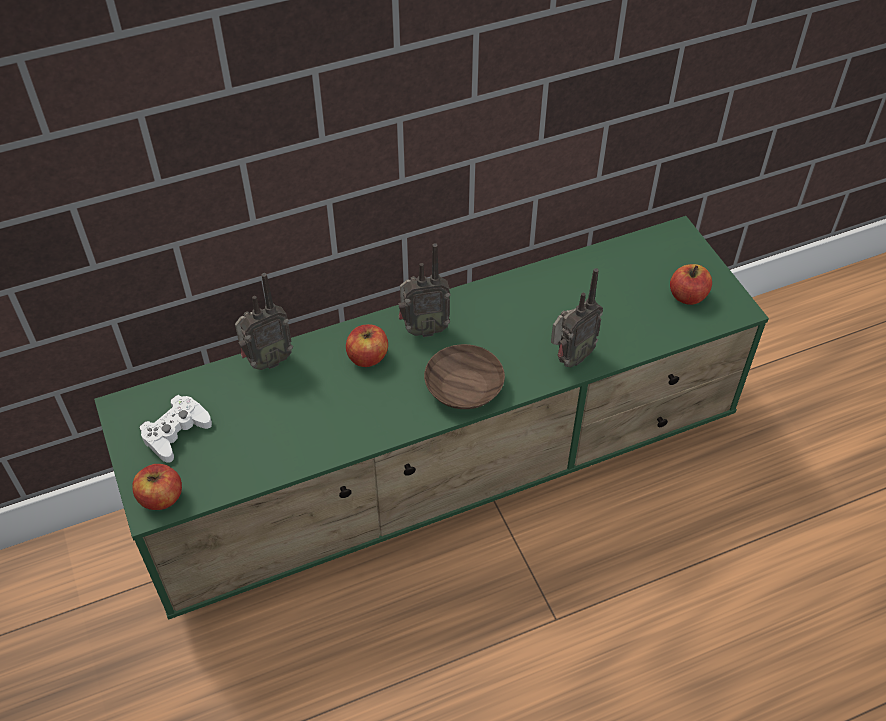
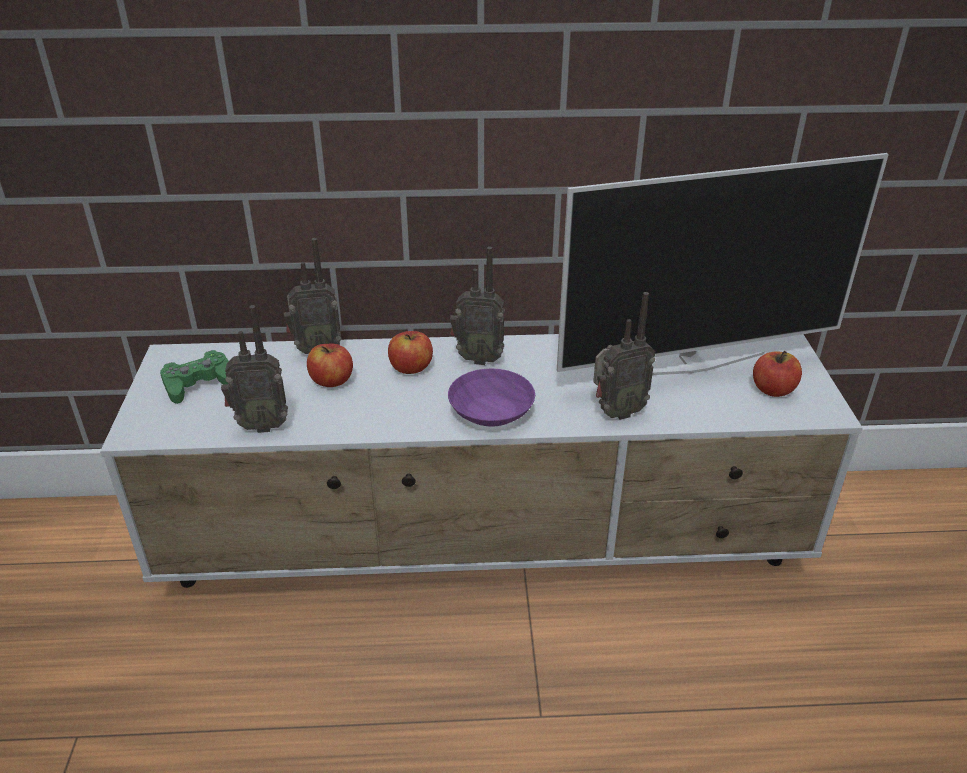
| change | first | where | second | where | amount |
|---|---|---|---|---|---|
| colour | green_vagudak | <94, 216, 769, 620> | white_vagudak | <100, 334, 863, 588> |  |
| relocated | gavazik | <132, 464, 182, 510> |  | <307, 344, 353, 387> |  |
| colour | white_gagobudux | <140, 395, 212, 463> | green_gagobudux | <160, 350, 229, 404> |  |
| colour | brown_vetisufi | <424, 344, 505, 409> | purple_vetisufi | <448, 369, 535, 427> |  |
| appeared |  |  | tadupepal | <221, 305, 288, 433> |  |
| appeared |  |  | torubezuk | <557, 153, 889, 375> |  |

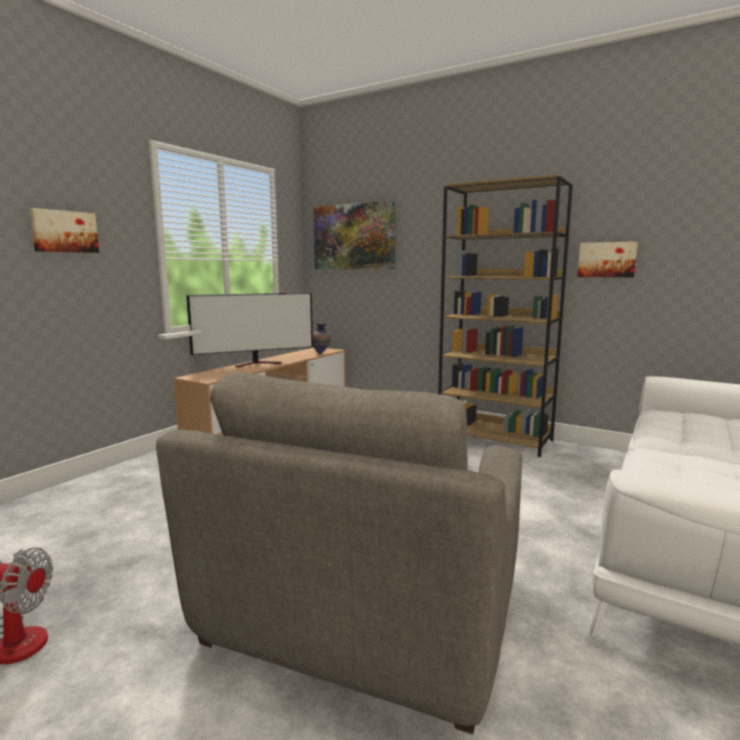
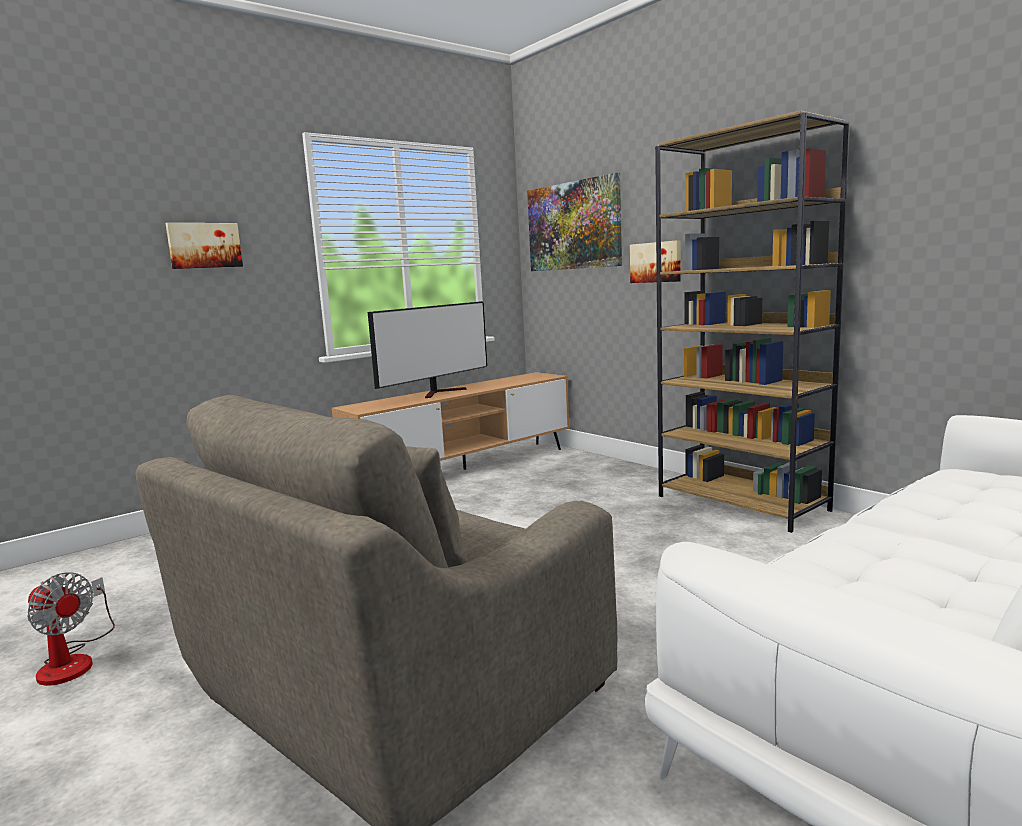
| change | first | where | second | where | amount |
|---|---|---|---|---|---|
| spun | torubezuk | <186, 292, 313, 367> |  | <368, 301, 487, 398> | 45 degrees counterclockwise |
| missing | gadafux | <313, 323, 331, 354> |  |  |  |
| relocated | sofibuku | <577, 242, 638, 277> |  | <630, 240, 681, 283> |  |

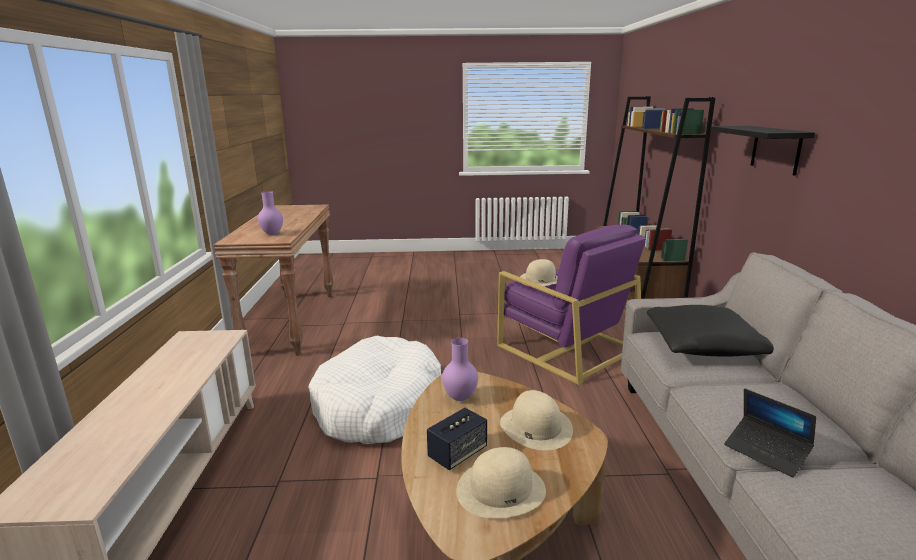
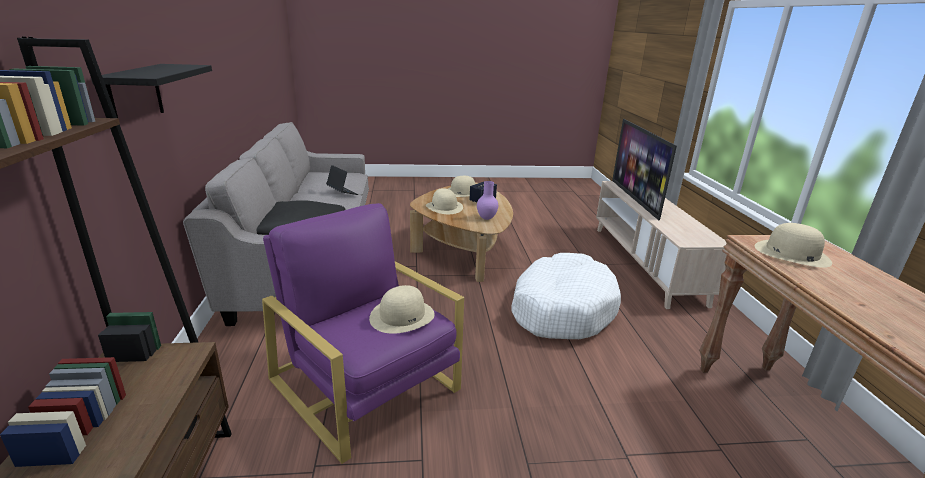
| change | first | where | second | where | amount |
|---|---|---|---|---|---|
| exchanged | purple_gadafux | <258, 191, 283, 235> | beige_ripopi | <755, 223, 832, 268> |  |
| appeared |  |  | torubezuk | <612, 119, 677, 220> |  |

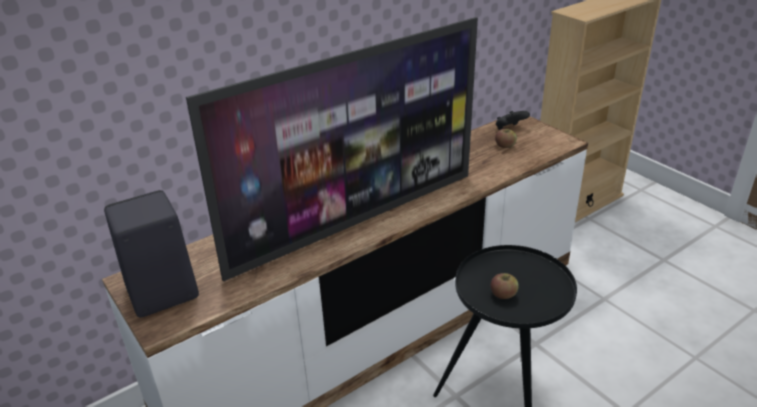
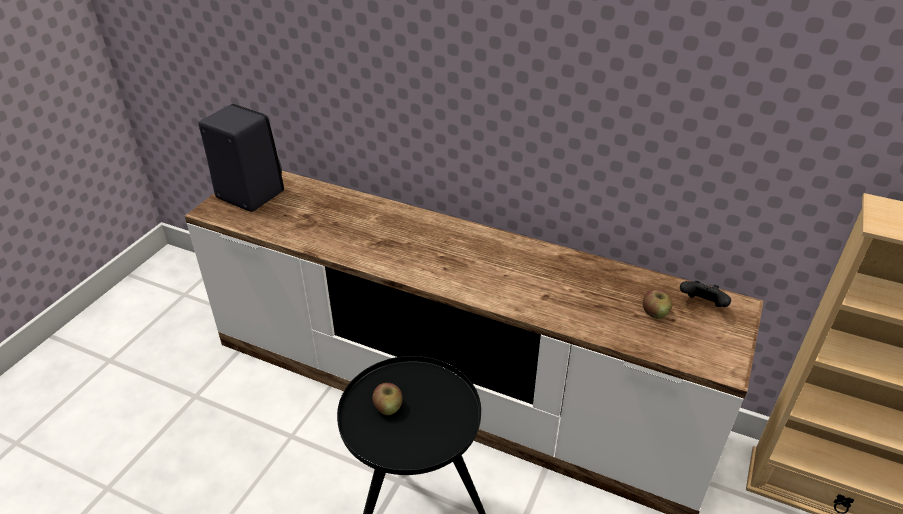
| change | first | where | second | where | amount |
|---|---|---|---|---|---|
| missing | torubezuk | <186, 17, 478, 282> |  |  |  |

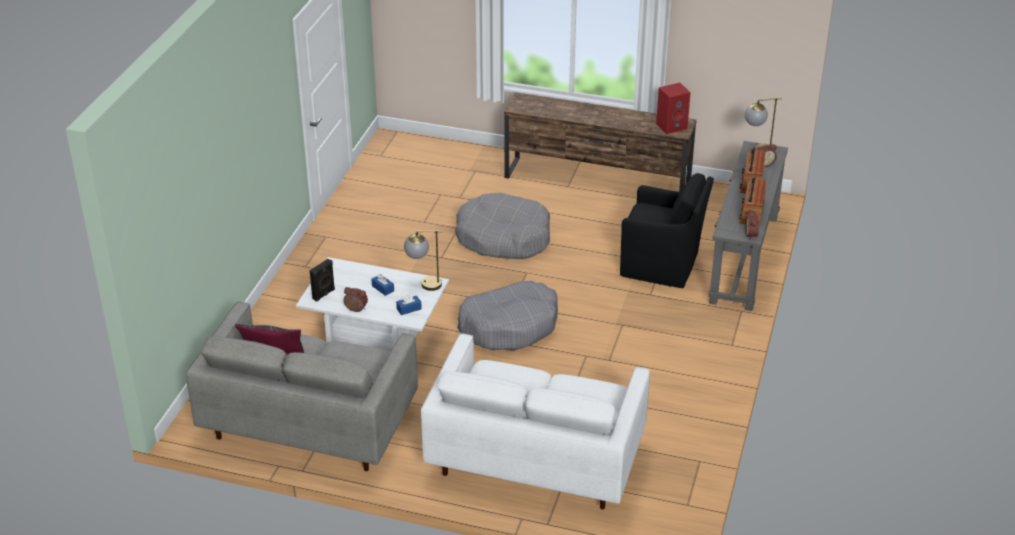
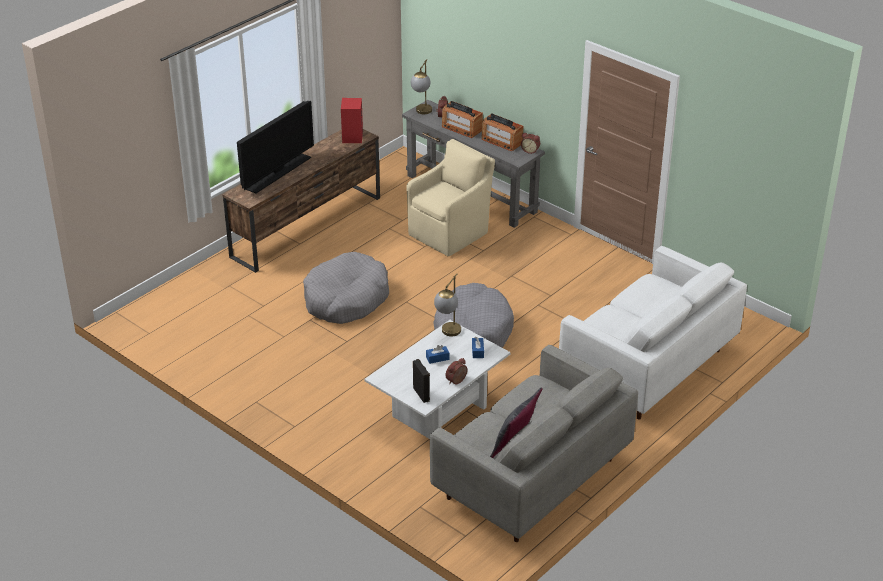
| change | first | where | second | where | amount |
|---|---|---|---|---|---|
| colour | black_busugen | <620, 173, 714, 288> | beige_busugen | <406, 139, 495, 257> |  |
| appeared |  |  | torubezuk | <237, 101, 314, 193> |  |

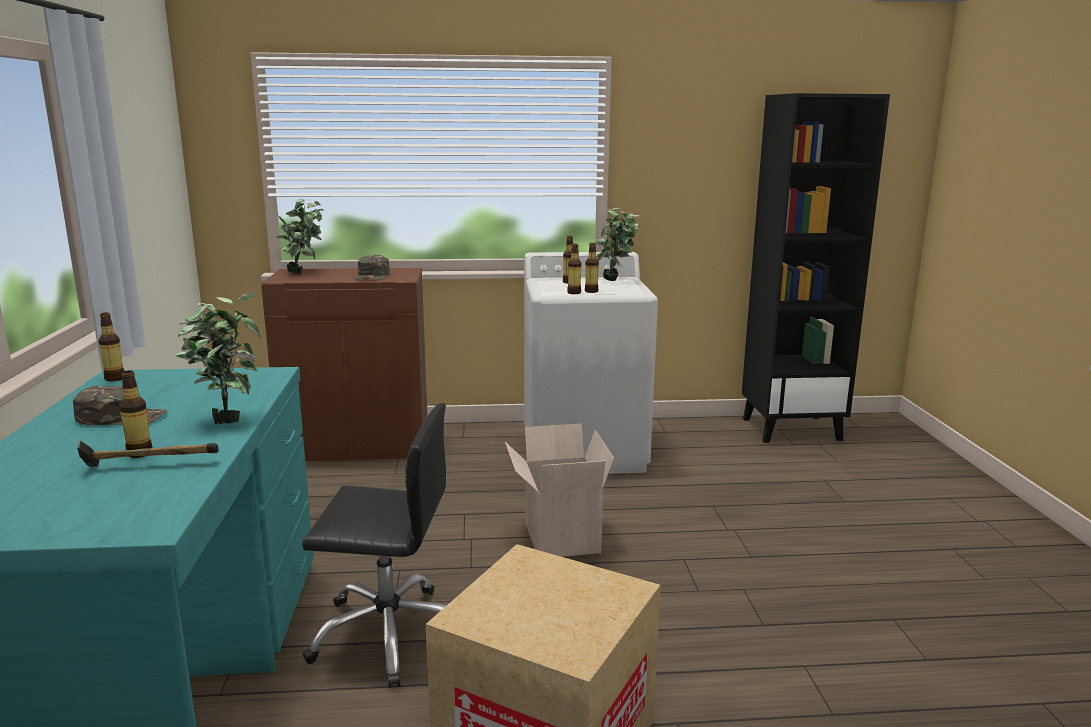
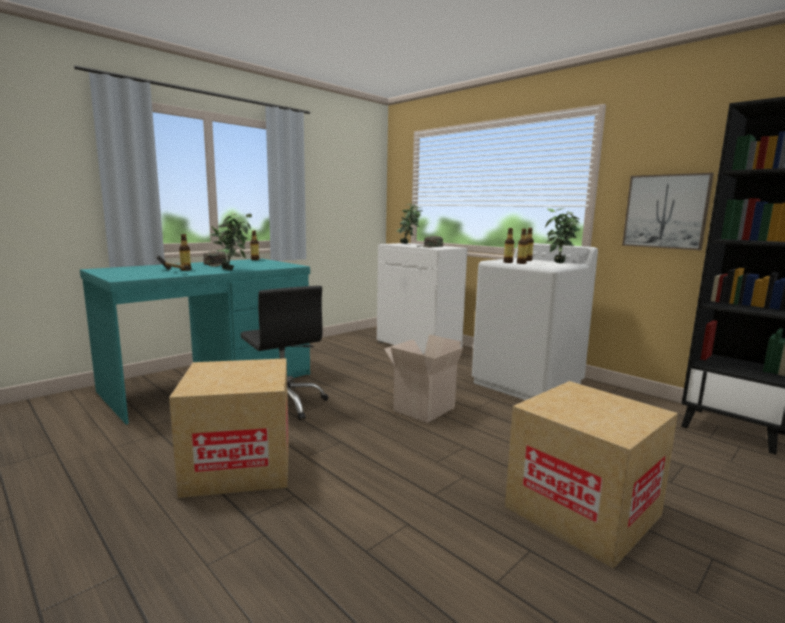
| change | first | where | second | where | amount |
|---|---|---|---|---|---|
| colour | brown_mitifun | <261, 268, 427, 461> | white_mitifun | <377, 243, 467, 354> |  |
| appeared |  |  | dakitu | <505, 381, 678, 569> |  |
| appeared |  |  | sofibuku | <622, 173, 714, 250> |  |

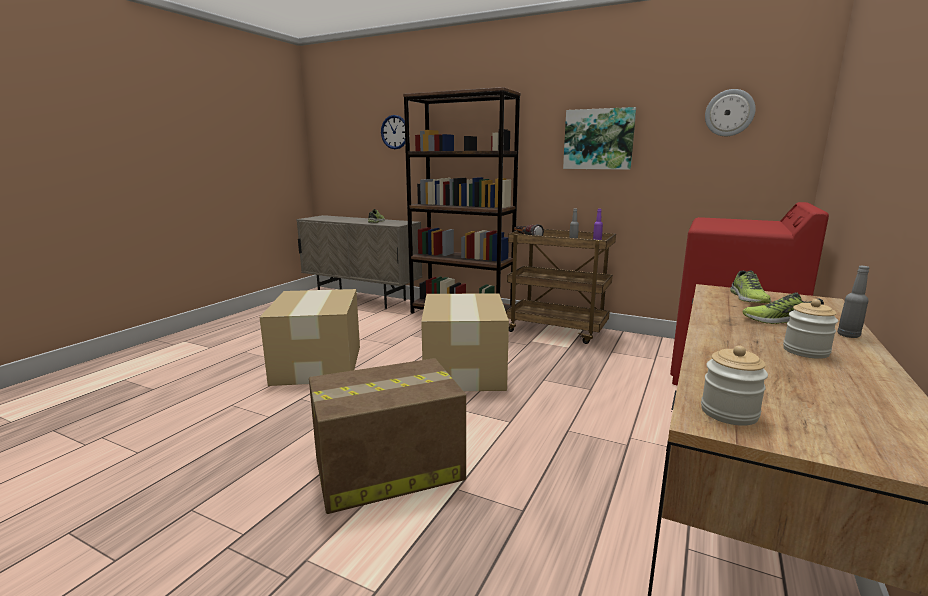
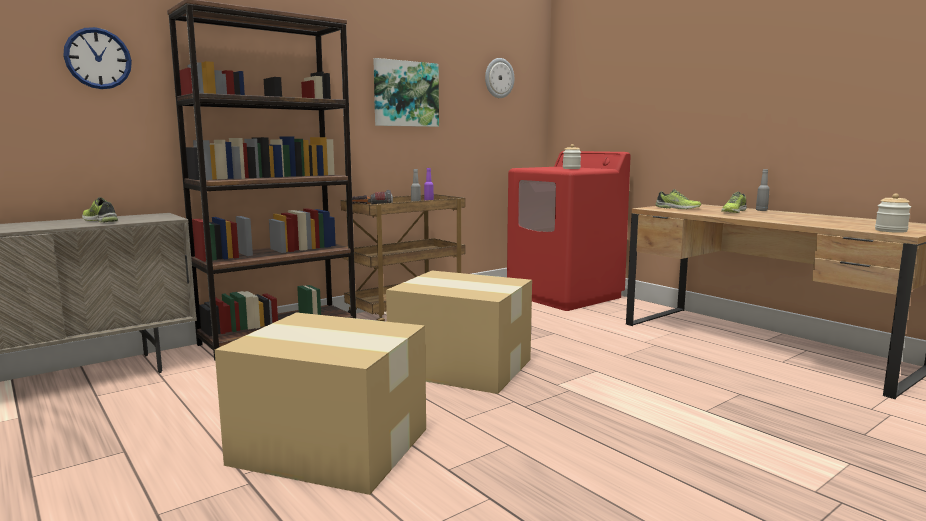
| change | first | where | second | where | amount |
|---|---|---|---|---|---|
| missing | dakitu | <309, 358, 466, 514> |  |  |  |
| relocated | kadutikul | <783, 299, 838, 359> |  | <563, 144, 581, 169> |  |

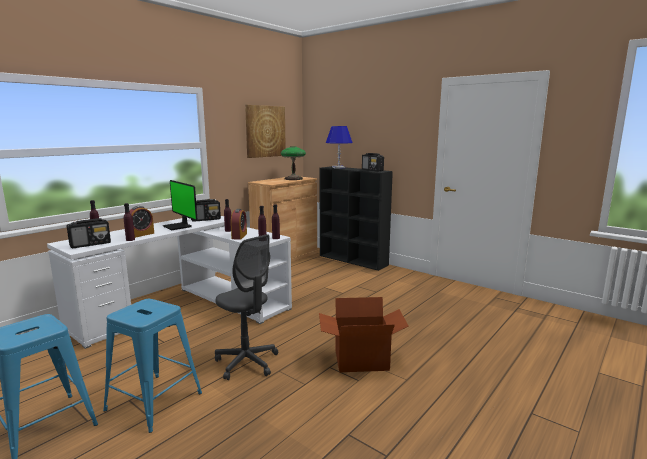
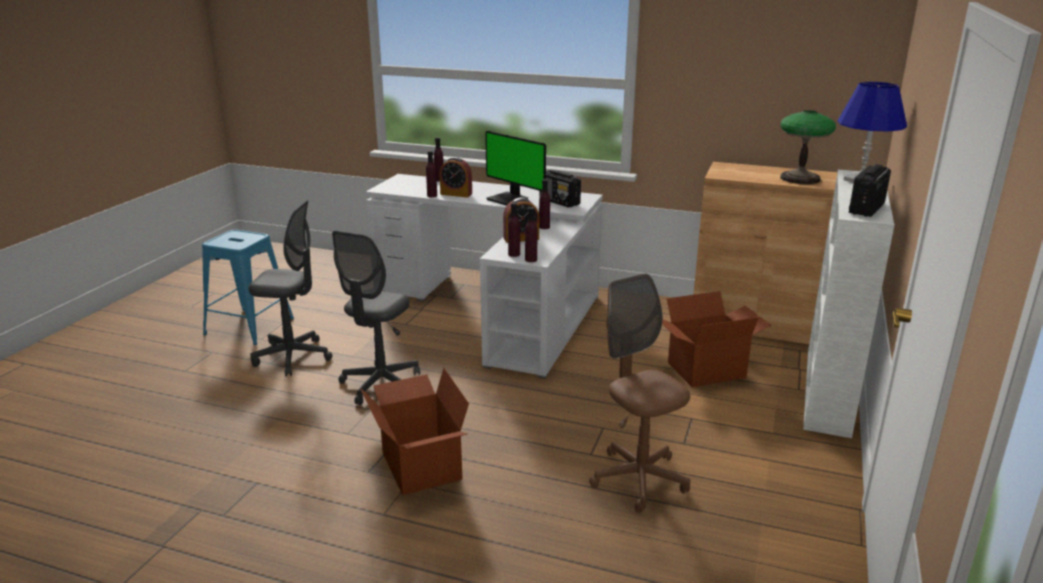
| change | first | where | second | where | amount |
|---|---|---|---|---|---|
| missing | tadupepal | <67, 218, 111, 248> |  |  |  |
| exchanged | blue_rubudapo | <103, 299, 202, 433> | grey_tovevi | <249, 200, 333, 377> |  |
| spun | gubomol | <163, 180, 198, 230> |  | <485, 131, 546, 206> | 75 degrees counterclockwise |
| missing | sofibuku | <245, 105, 286, 158> |  |  |  |
| colour | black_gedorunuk | <320, 166, 393, 271> | white_gedorunuk | <803, 169, 894, 438> |  |
| appeared |  |  | brown_tovevi | <589, 273, 690, 512> |  |
| appeared |  |  | dakitu | <662, 291, 772, 387> |  |

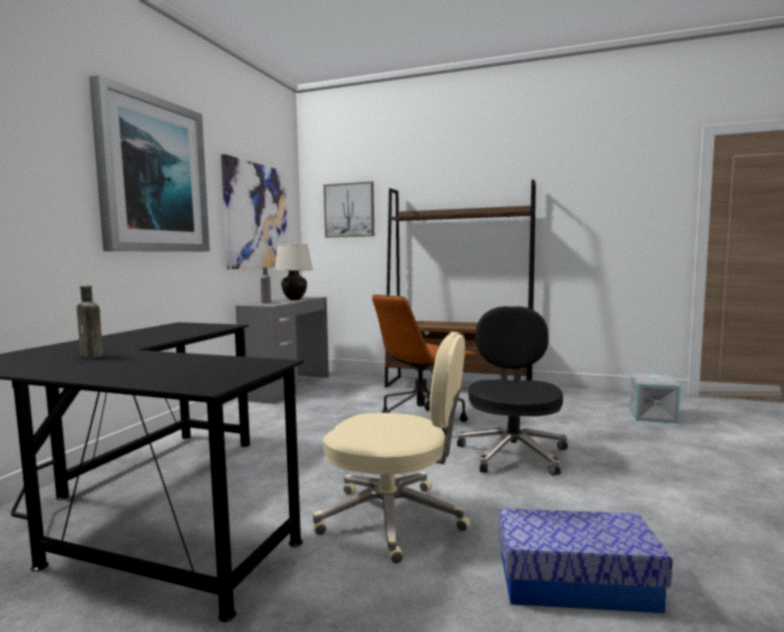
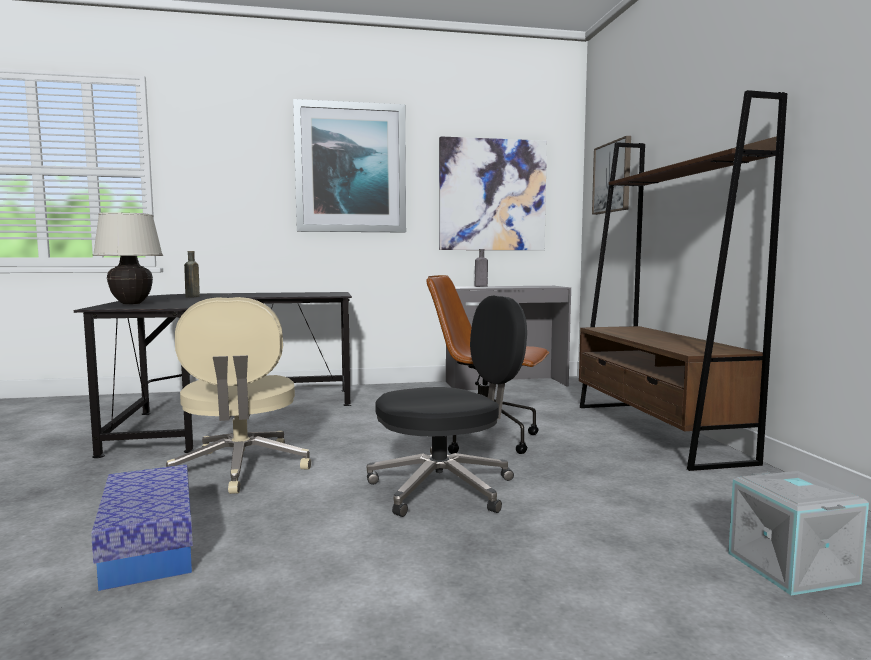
| change | first | where | second | where | amount |
|---|---|---|---|---|---|
| relocated | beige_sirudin | <274, 244, 313, 300> |  | <93, 213, 163, 304> |  |

